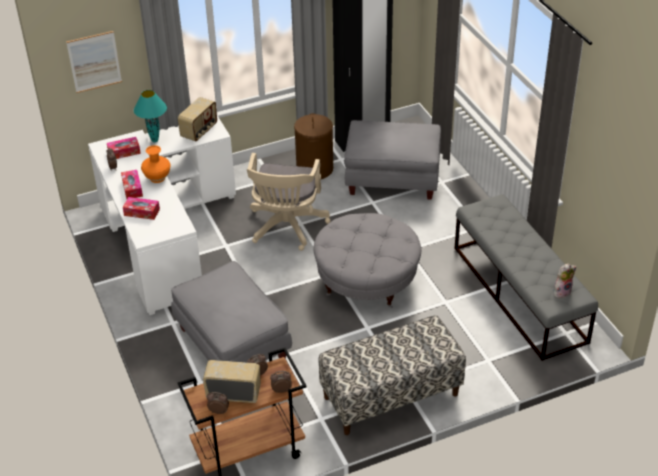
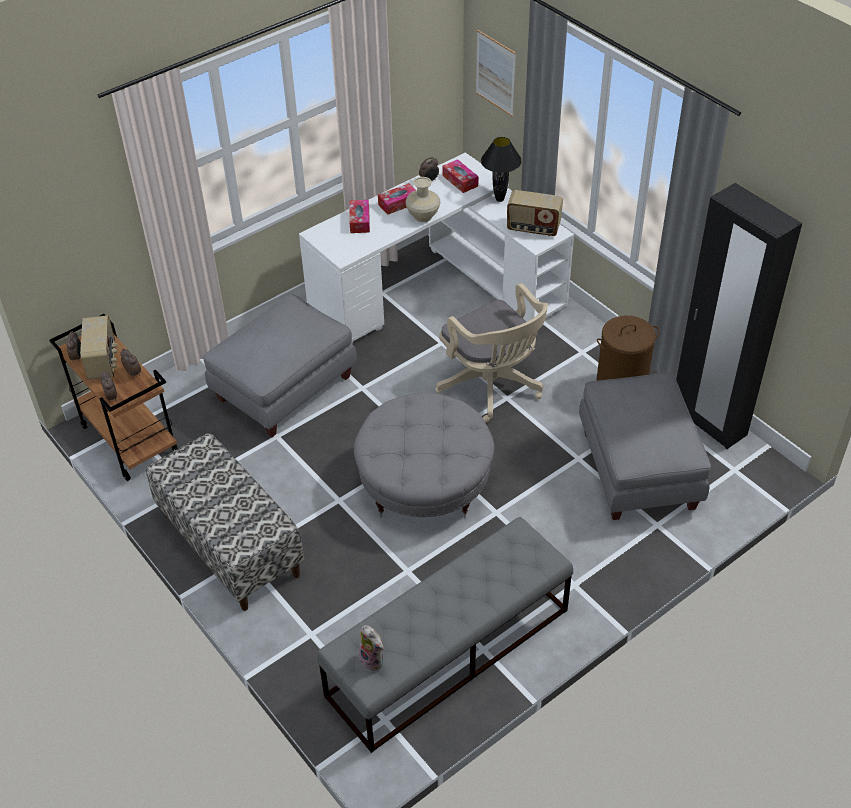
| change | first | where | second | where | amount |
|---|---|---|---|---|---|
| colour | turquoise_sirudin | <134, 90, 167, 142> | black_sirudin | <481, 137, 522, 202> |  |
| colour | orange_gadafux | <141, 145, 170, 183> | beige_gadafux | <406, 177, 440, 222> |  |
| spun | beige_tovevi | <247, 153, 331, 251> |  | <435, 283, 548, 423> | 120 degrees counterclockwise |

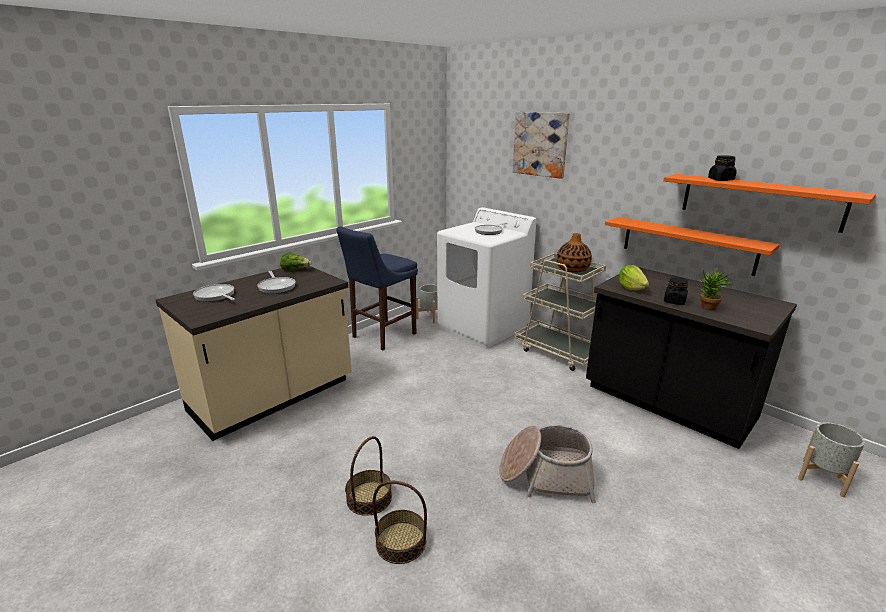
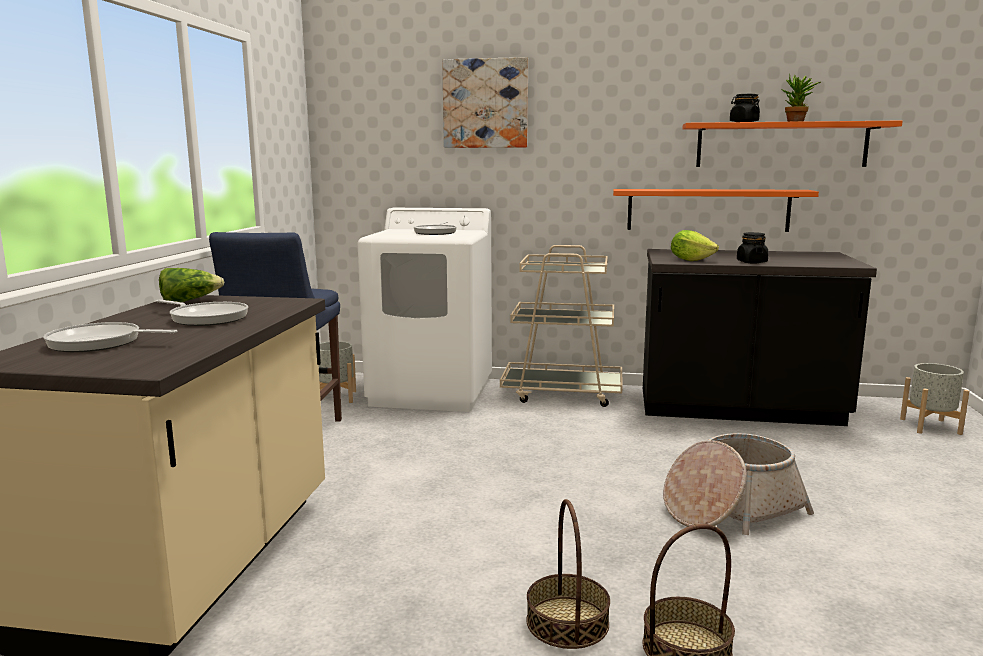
| change | first | where | second | where | amount |
|---|---|---|---|---|---|
| missing | gadafux | <557, 233, 592, 272> |  |  |  |
| relocated | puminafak | <700, 268, 733, 310> |  | <781, 74, 821, 122> |  |

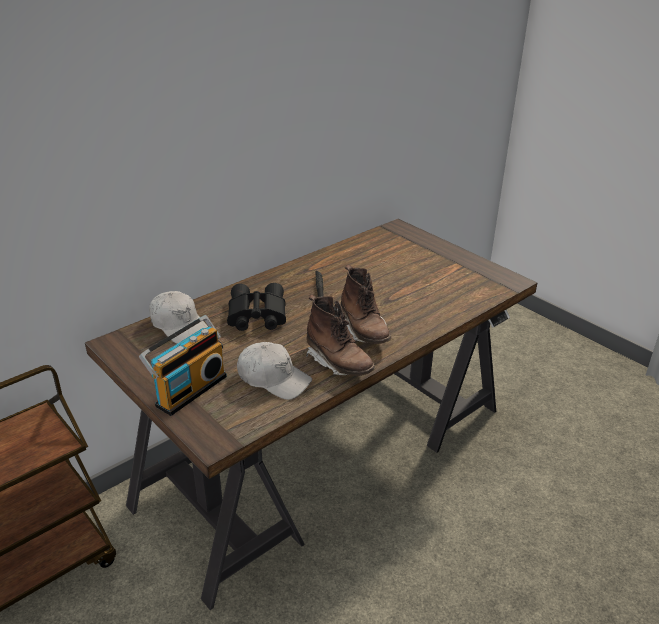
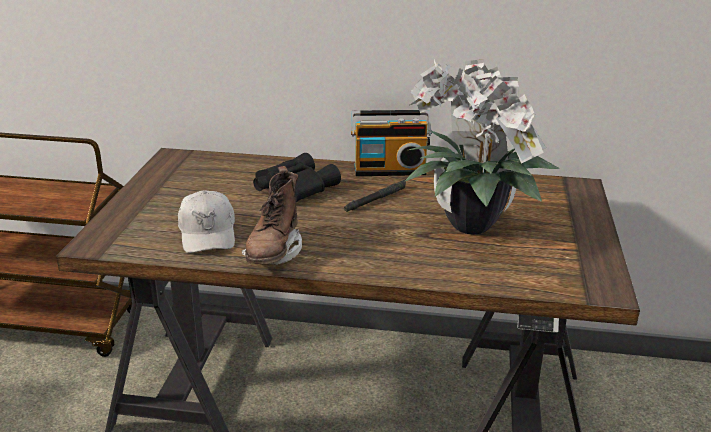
| change | first | where | second | where | amount |
|---|---|---|---|---|---|
| relocated | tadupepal | <139, 315, 227, 416> |  | <351, 110, 432, 176> |  |
| missing | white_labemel | <149, 291, 208, 344> |  |  |  |
| missing | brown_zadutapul | <341, 265, 391, 344> |  |  |  |
| appeared |  |  | puminafak | <405, 59, 560, 234> |  |

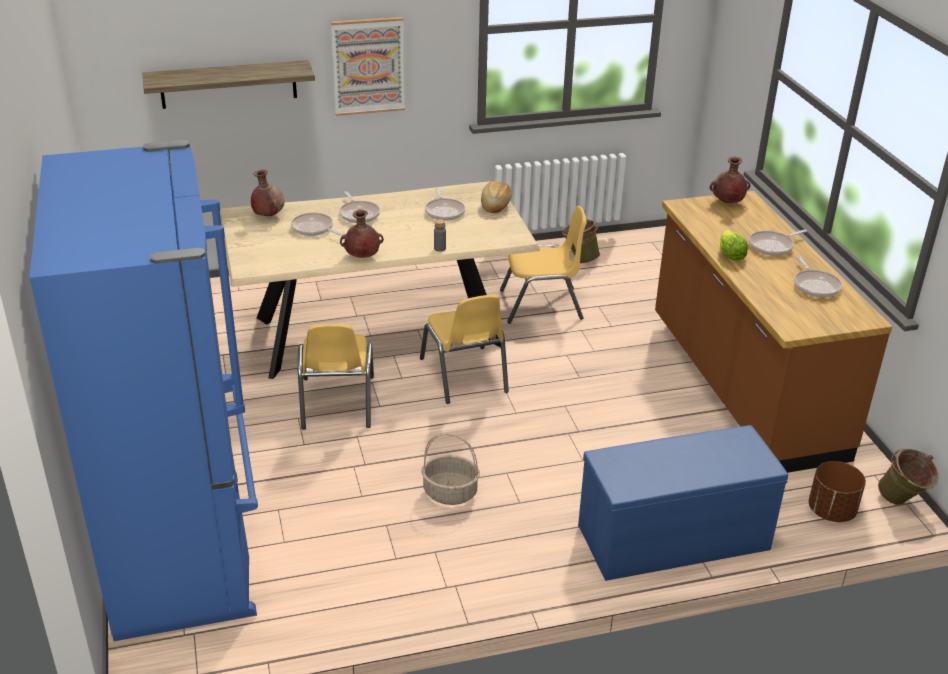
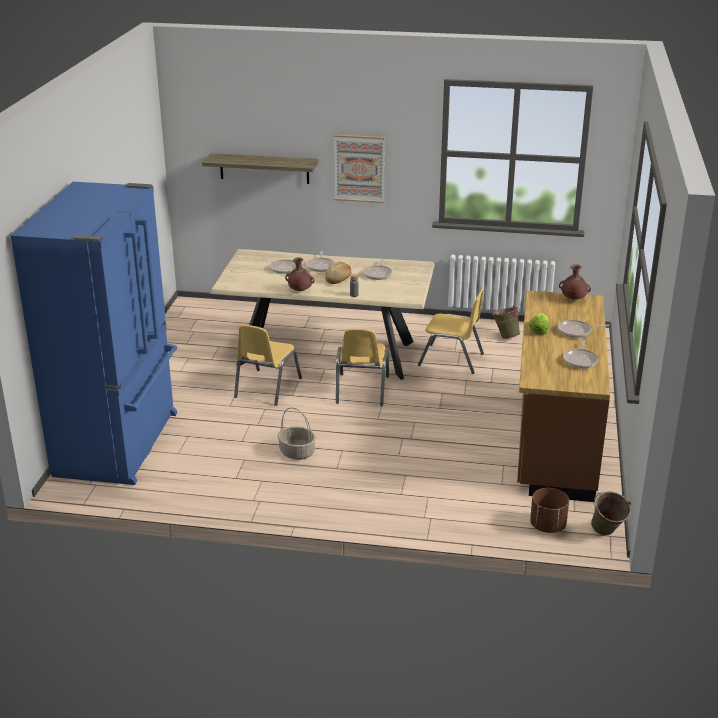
| change | first | where | second | where | amount |
|---|---|---|---|---|---|
| missing | brown_gadafux | <251, 169, 284, 216> |  |  |  |
| relocated | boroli | <481, 181, 512, 213> |  | <325, 262, 351, 284> |  |
| missing | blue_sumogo | <578, 425, 788, 581> |  |  |  |

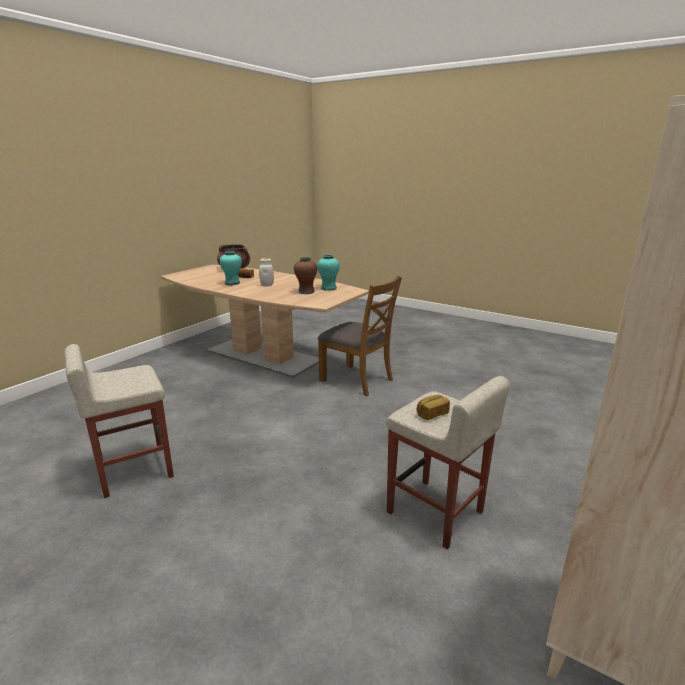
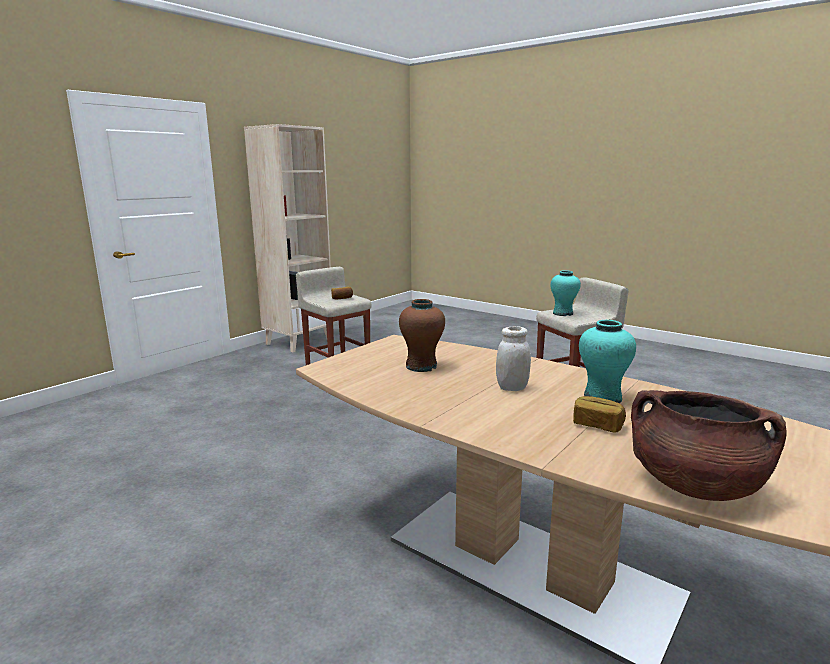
| change | first | where | second | where | amount |
|---|---|---|---|---|---|
| relocated | turquoise_gadafux | <317, 255, 340, 291> |  | <550, 270, 581, 316> |  |
| missing | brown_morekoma | <318, 276, 402, 396> |  |  |  |

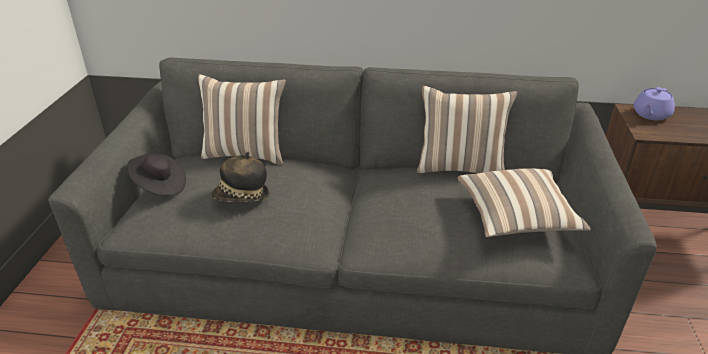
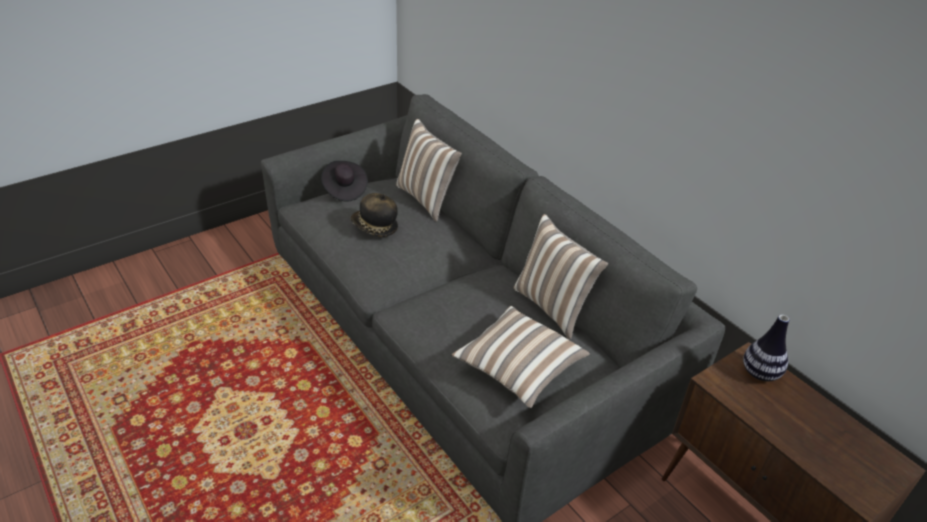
| change | first | where | second | where | amount |
|---|---|---|---|---|---|
| exchanged | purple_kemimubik | <633, 87, 675, 120> | gadafux | <743, 315, 789, 381> |  |

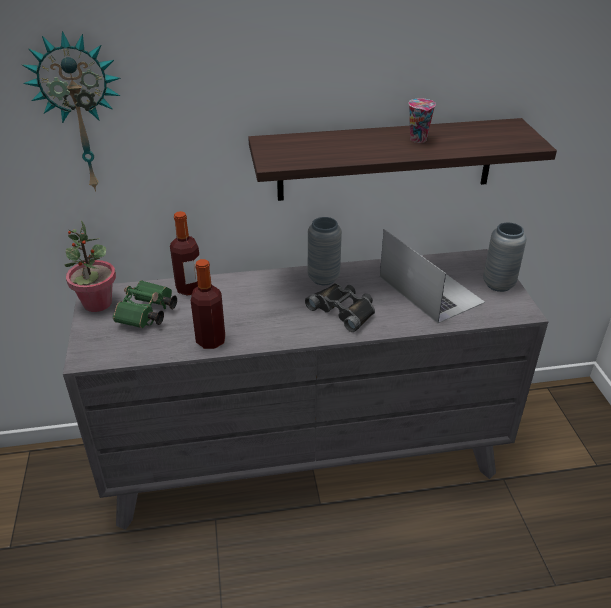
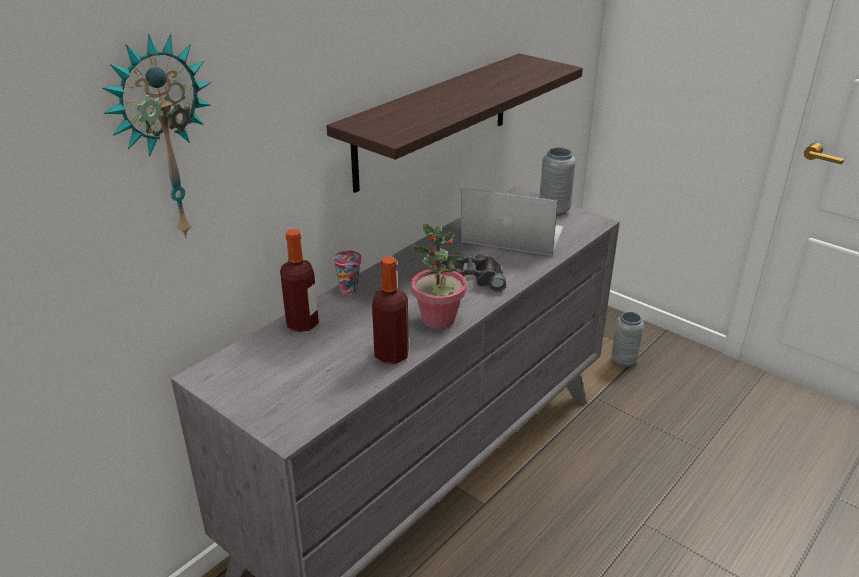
| change | first | where | second | where | amount |
|---|---|---|---|---|---|
| relocated | puminafak | <64, 221, 116, 312> |  | <410, 223, 467, 329> |  |
| missing | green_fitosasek | <113, 280, 177, 328> |  |  |  |
| relocated | grey_gadafux | <308, 217, 342, 285> |  | <611, 312, 644, 367> |  |
| relocated | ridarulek | <409, 98, 436, 143> |  | <333, 250, 362, 295> |  |

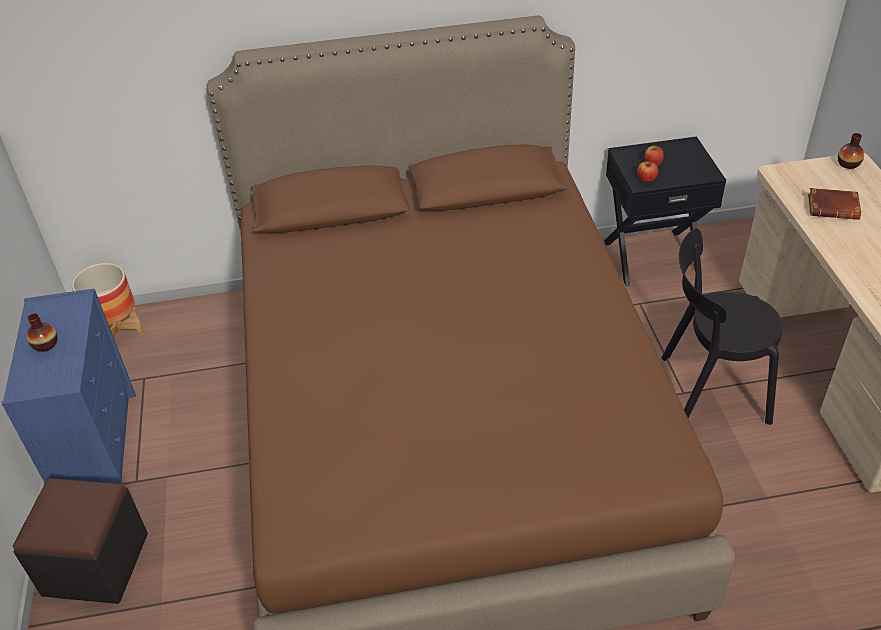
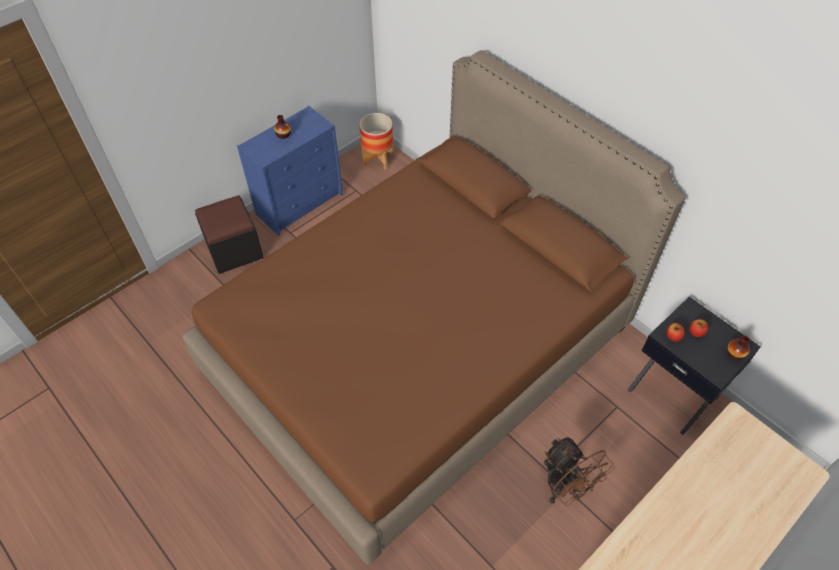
| change | first | where | second | where | amount |
|---|---|---|---|---|---|
| exchanged | black_morekoma | <662, 229, 783, 425> | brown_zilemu | <544, 437, 615, 506> |  |
| missing | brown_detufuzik | <808, 188, 861, 220> |  |  |  |
| relocated | gadafux | <838, 133, 864, 169> |  | <727, 335, 750, 360> |  |

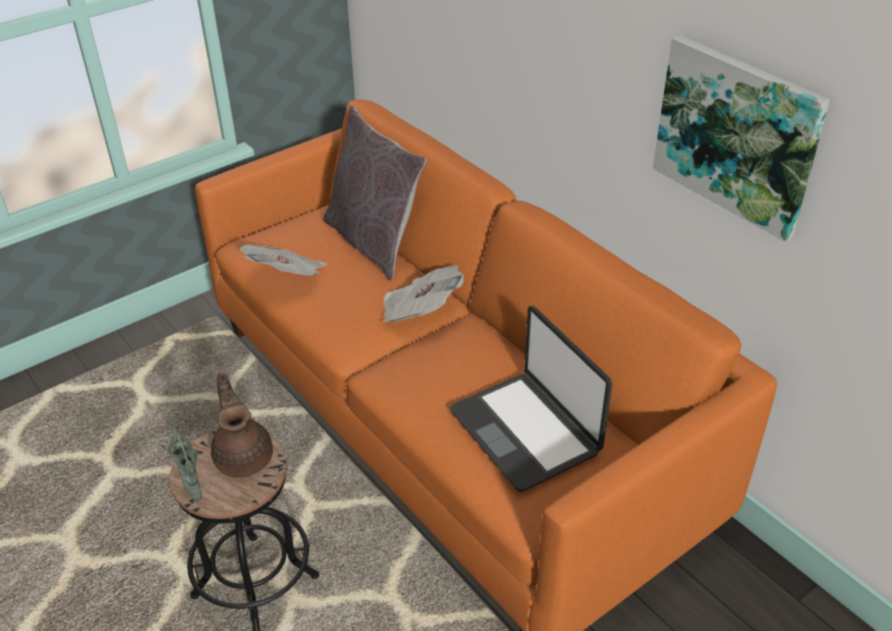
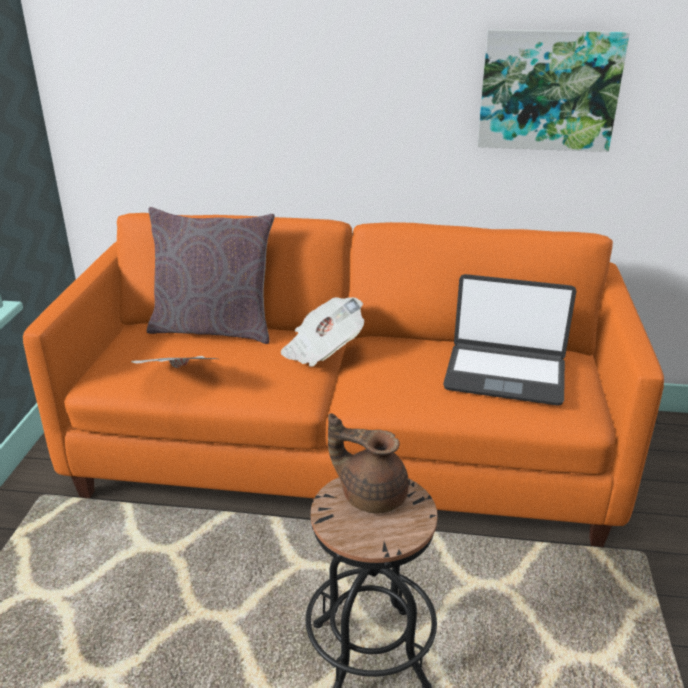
| change | first | where | second | where | amount |
|---|---|---|---|---|---|
| missing | green_gadafux | <168, 424, 202, 502> |  |  |  |

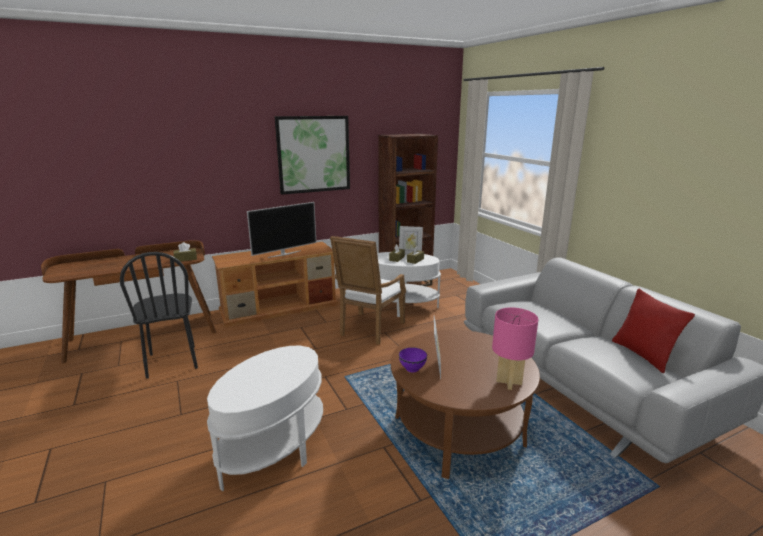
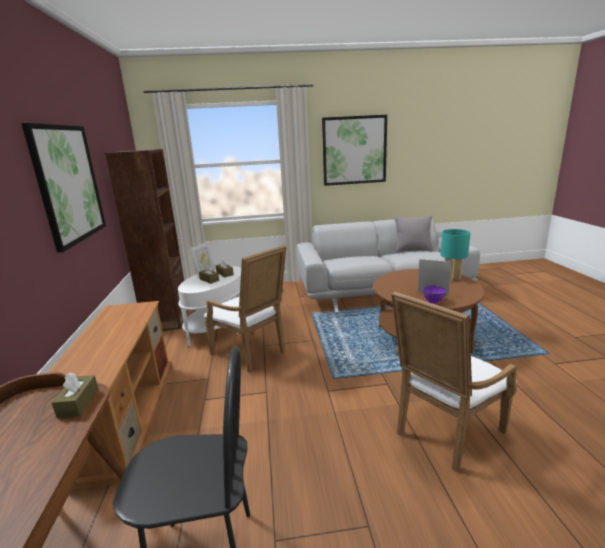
| change | first | where | second | where | amount |
|---|---|---|---|---|---|
| exchanged | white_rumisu | <207, 346, 323, 491> | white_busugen | <391, 291, 517, 472> |  |
| missing | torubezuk | <247, 202, 316, 258> |  |  |  |
| colour | pink_sirudin | <492, 308, 538, 390> | turquoise_sirudin | <440, 229, 471, 281> |  |
| colour | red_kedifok | <612, 288, 695, 373> | grey_kedifok | <395, 216, 433, 253> |  |
| appeared |  |  | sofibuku | <322, 115, 387, 186> |  |

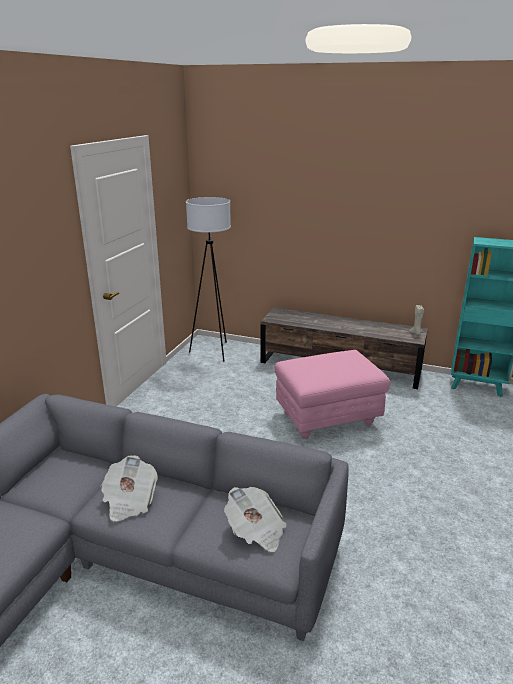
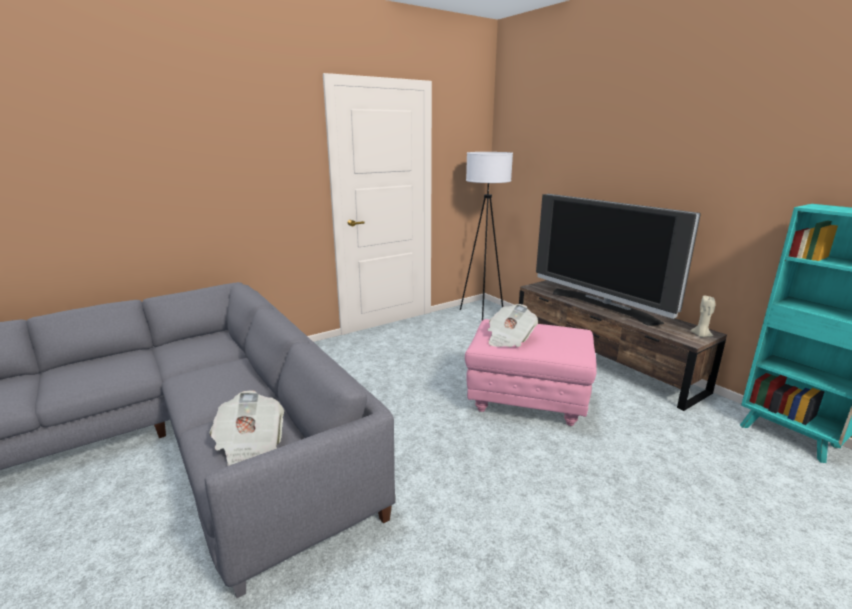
| change | first | where | second | where | amount |
|---|---|---|---|---|---|
| relocated | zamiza | <101, 456, 158, 522> |  | <488, 304, 538, 347> |  |
| appeared |  |  | torubezuk | <536, 194, 701, 326> |  |

